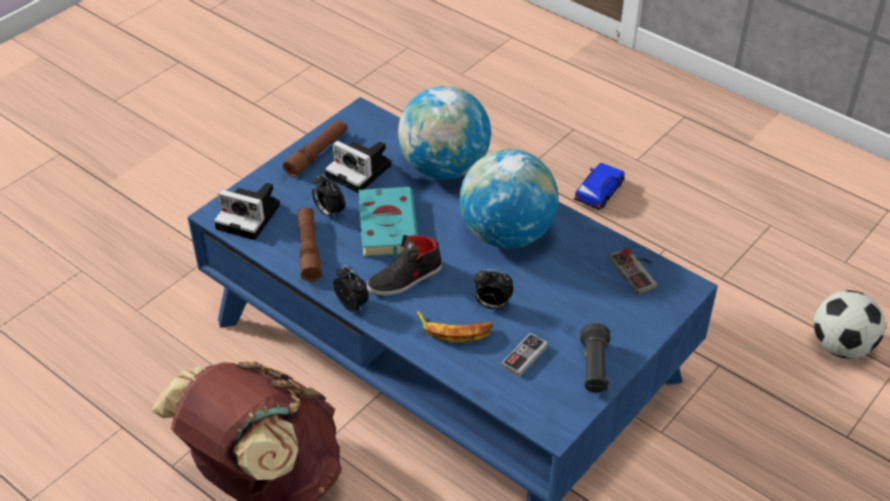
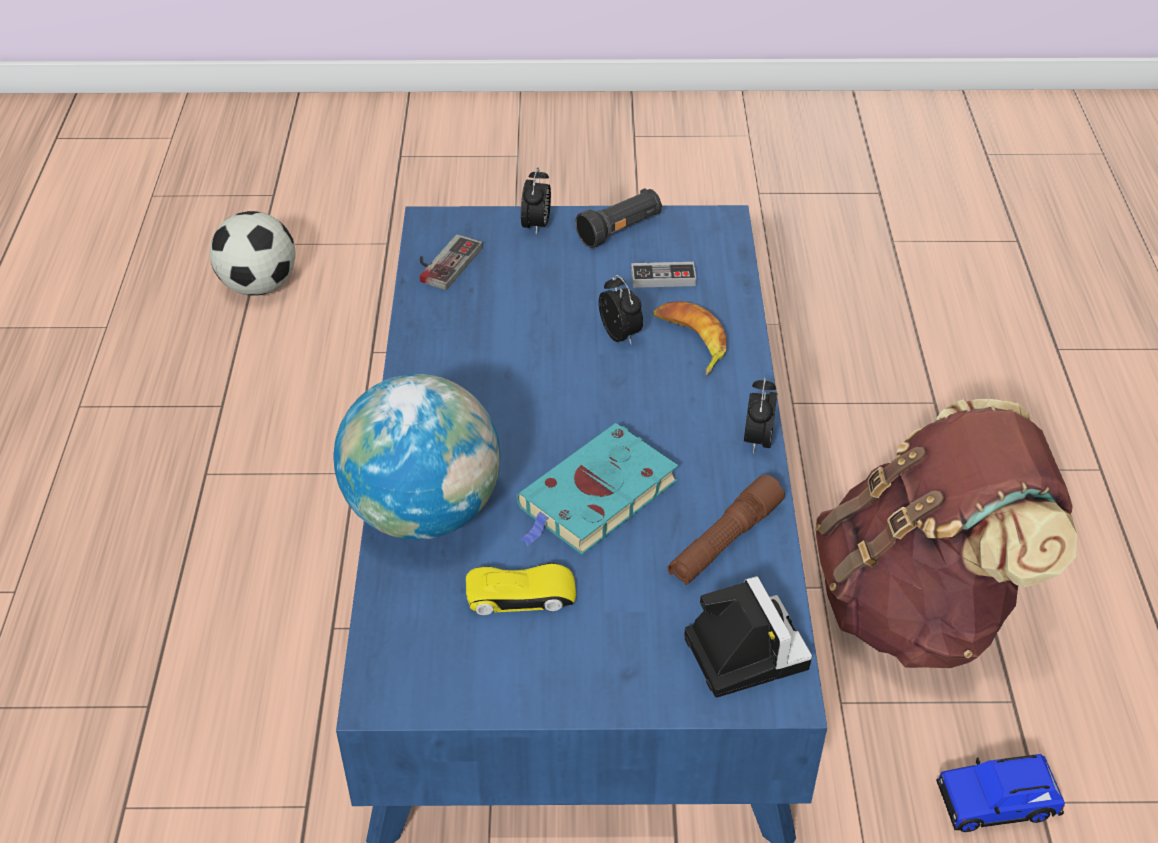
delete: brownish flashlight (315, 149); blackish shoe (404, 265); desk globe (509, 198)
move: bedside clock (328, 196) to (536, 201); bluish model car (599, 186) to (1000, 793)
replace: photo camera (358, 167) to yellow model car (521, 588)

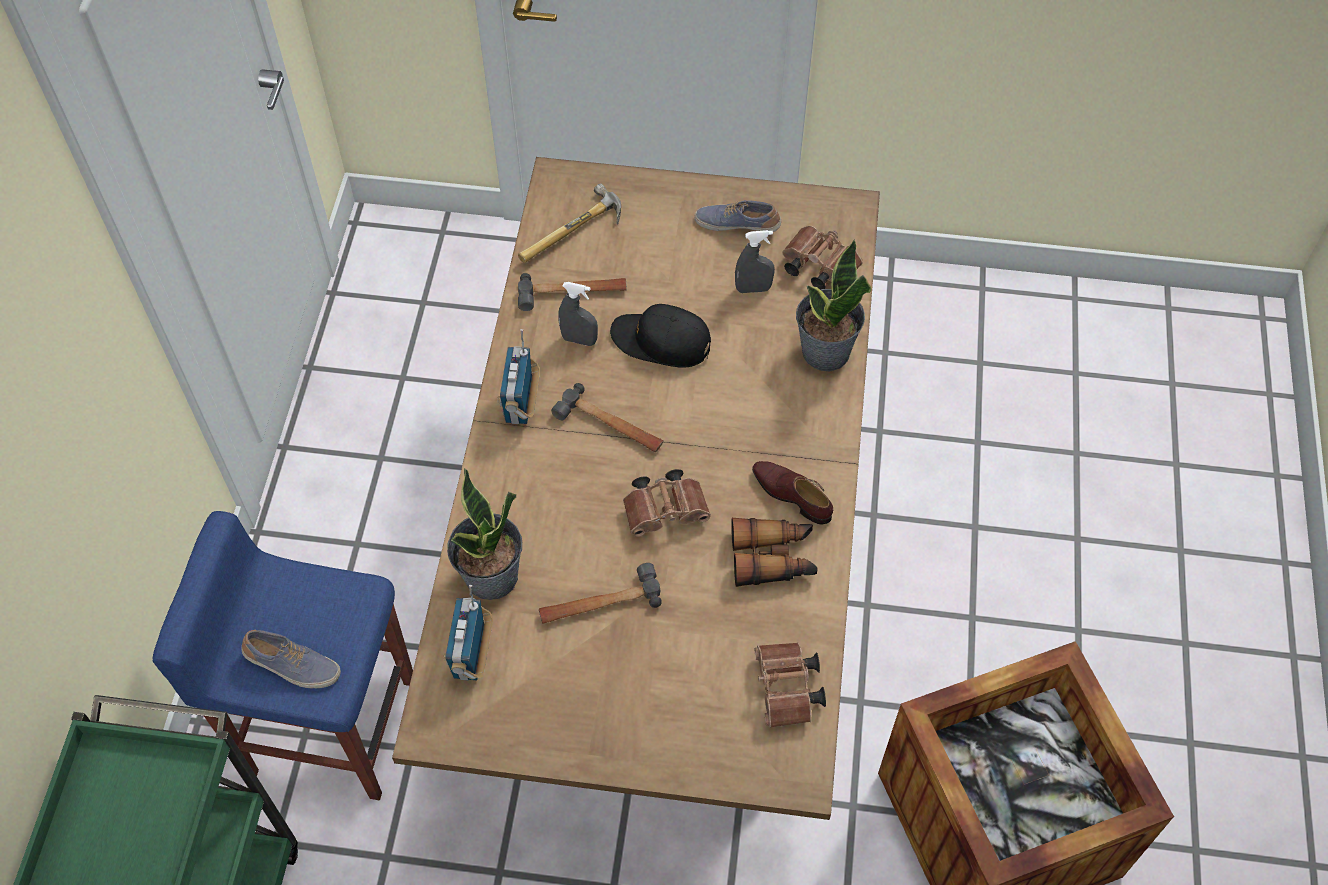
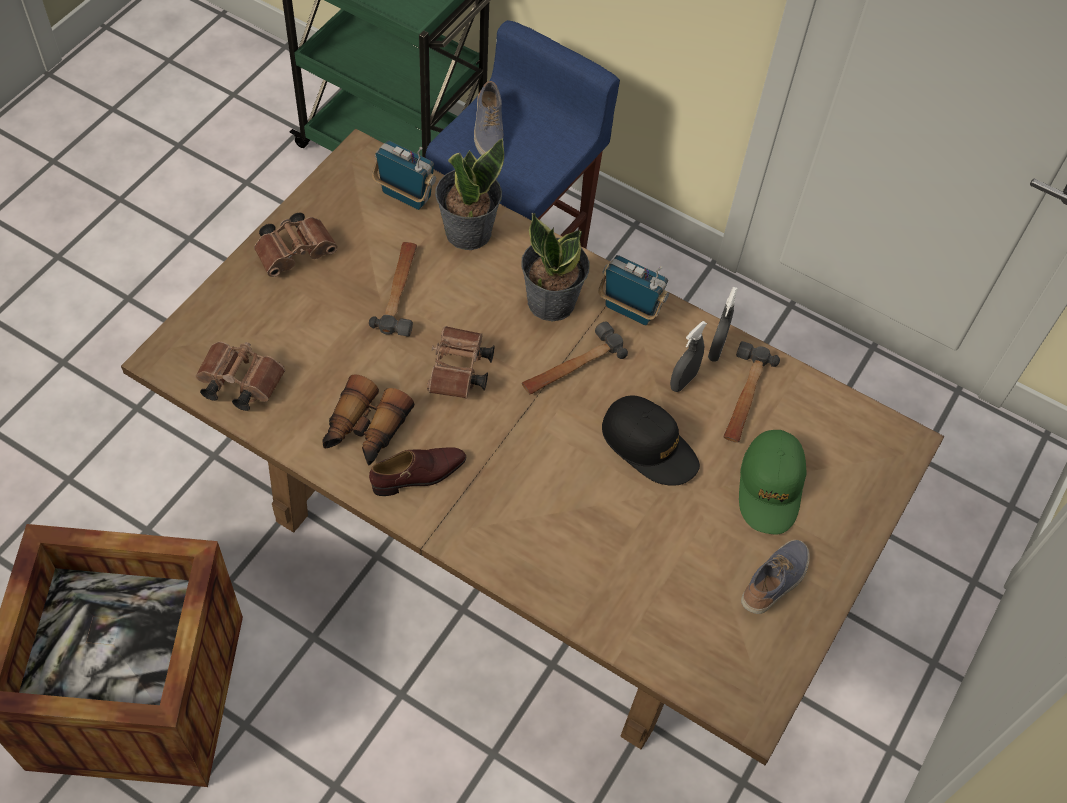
delete: tool hammer (569, 223)
insert: green-coloured baseball cap (773, 482)
move: brownish pair of binoculars (822, 257) to (296, 244); potted plant (833, 305) to (555, 267); greyish spray bottle (755, 261) to (723, 324)
rotate: shoe (291, 659) = (489, 118) 45 degrees counterclockwise; blackish baseball cap (660, 336) = (651, 440) 90 degrees clockwise

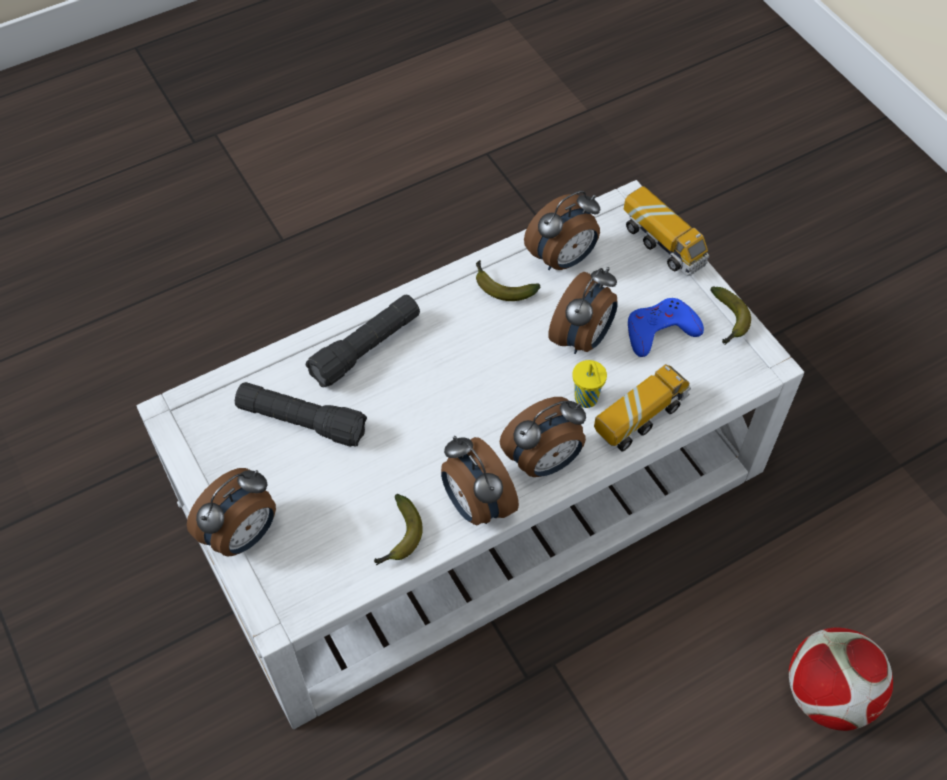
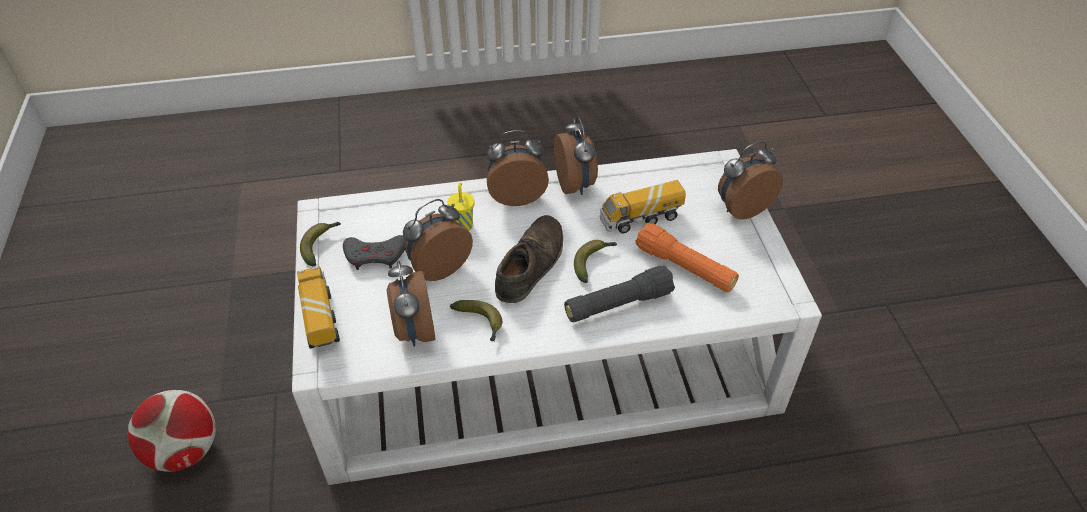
insert: brownish shoe (529, 259)
move: football (841, 679) to (172, 431); whole banana (398, 529) to (595, 261); model truck (642, 407) to (643, 206)
recolor: bluish game controller (666, 327) to greyish game controller (374, 252); blackish flashlight (301, 414) to orangey flashlight (687, 257)
rotate: bedside clock (562, 230) = (410, 303) 90 degrees counterclockwise

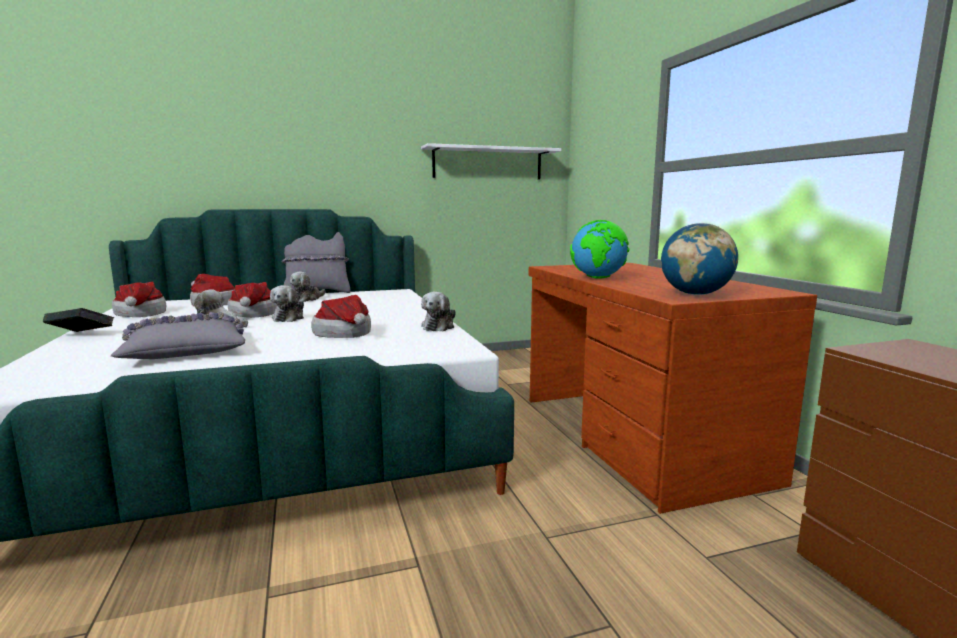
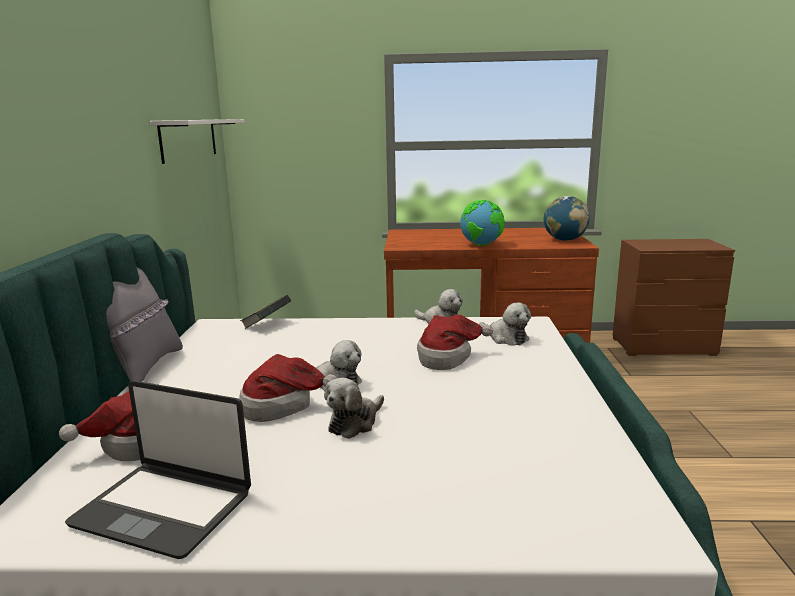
delete: greyish throw pillow (178, 335)
move: book (78, 320) to (265, 312); plush toy (307, 286) to (505, 324)
replace: hat (139, 299) to notebook computer (158, 470)

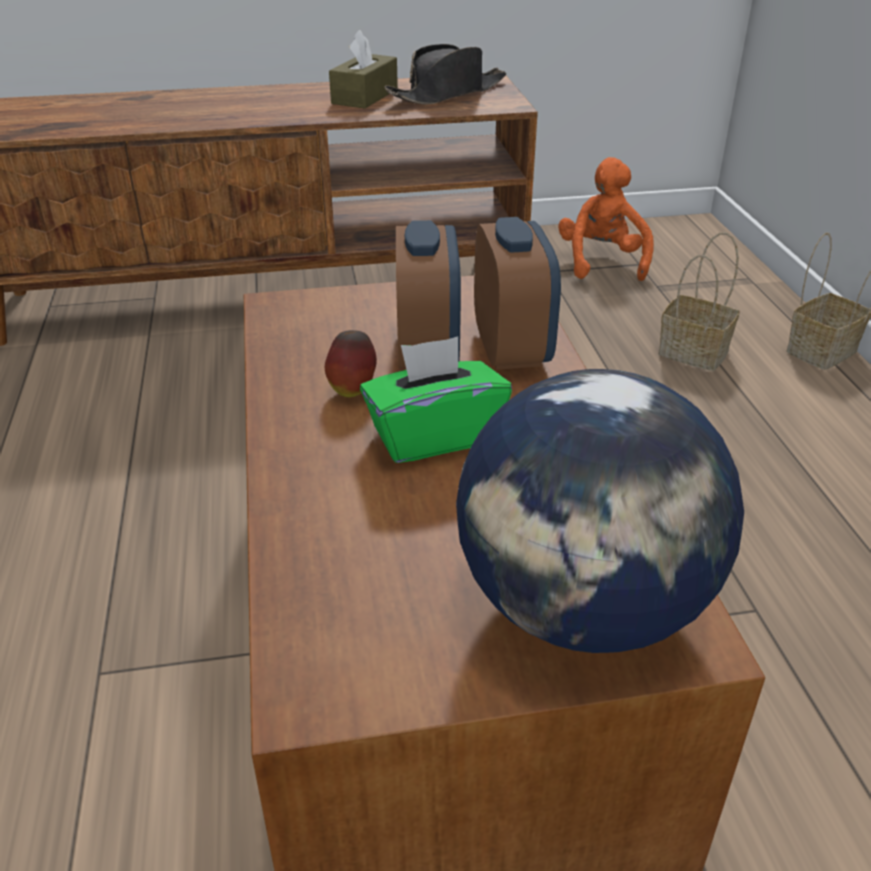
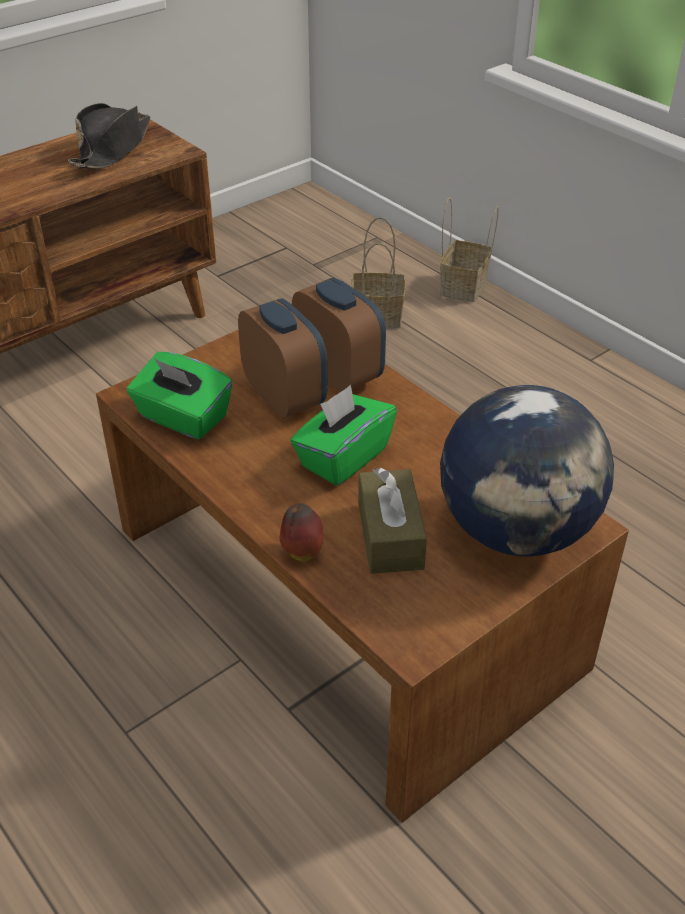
delete: orangey plush toy (606, 219)
insert: green-coloured tissue holder (180, 395)
move: apple (351, 363) to (301, 532); brownish tissue holder (363, 69) to (392, 520)

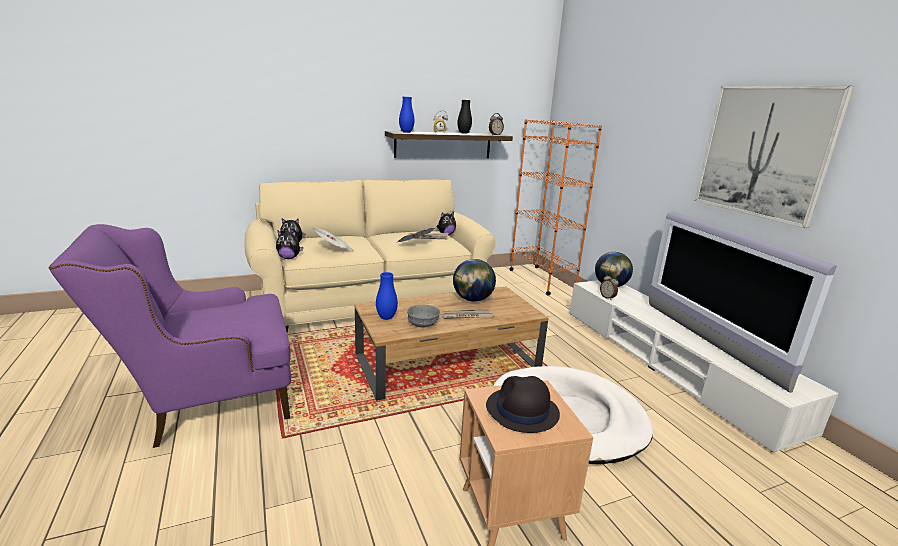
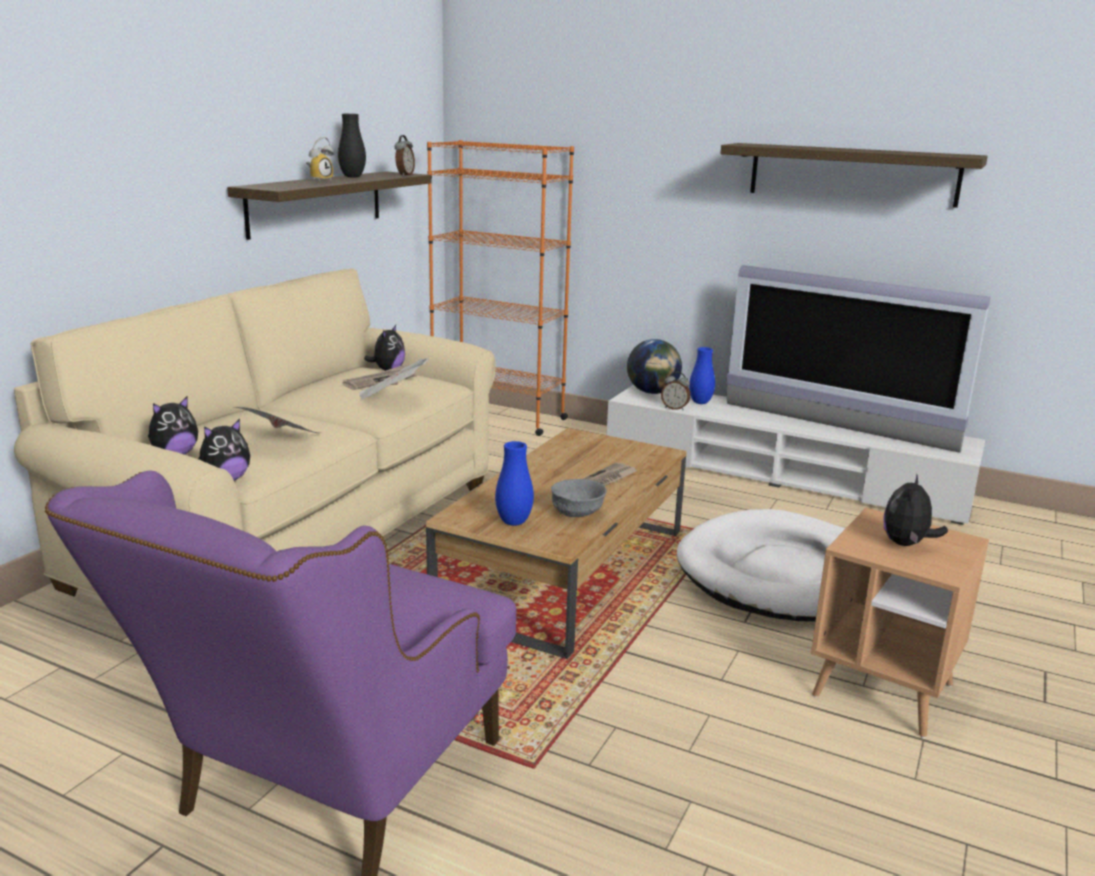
delete: desk globe (474, 280)
move: bluish vase (407, 115) to (702, 375)
replace: wall art (774, 157) to shelf (854, 175); blackish hat (523, 404) to plush toy (916, 509)

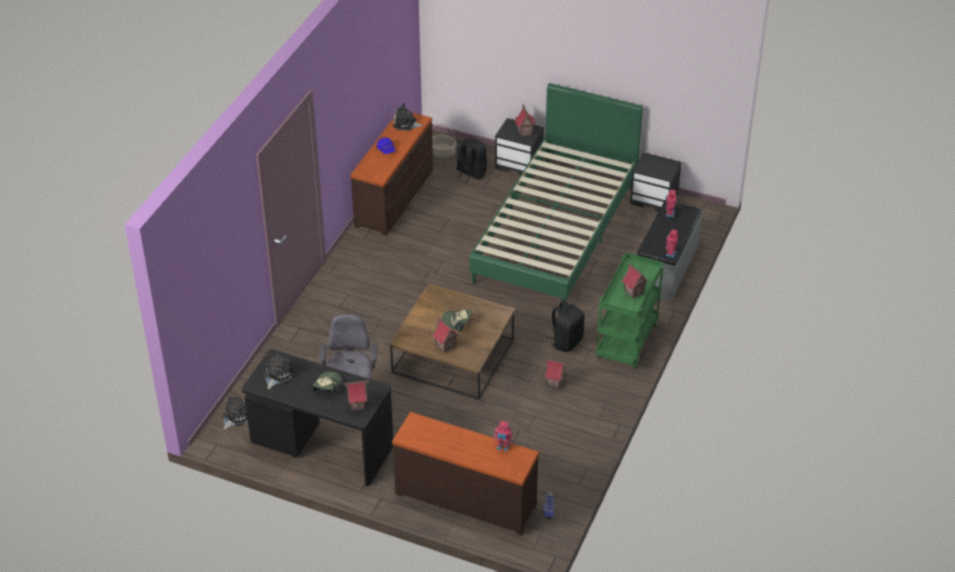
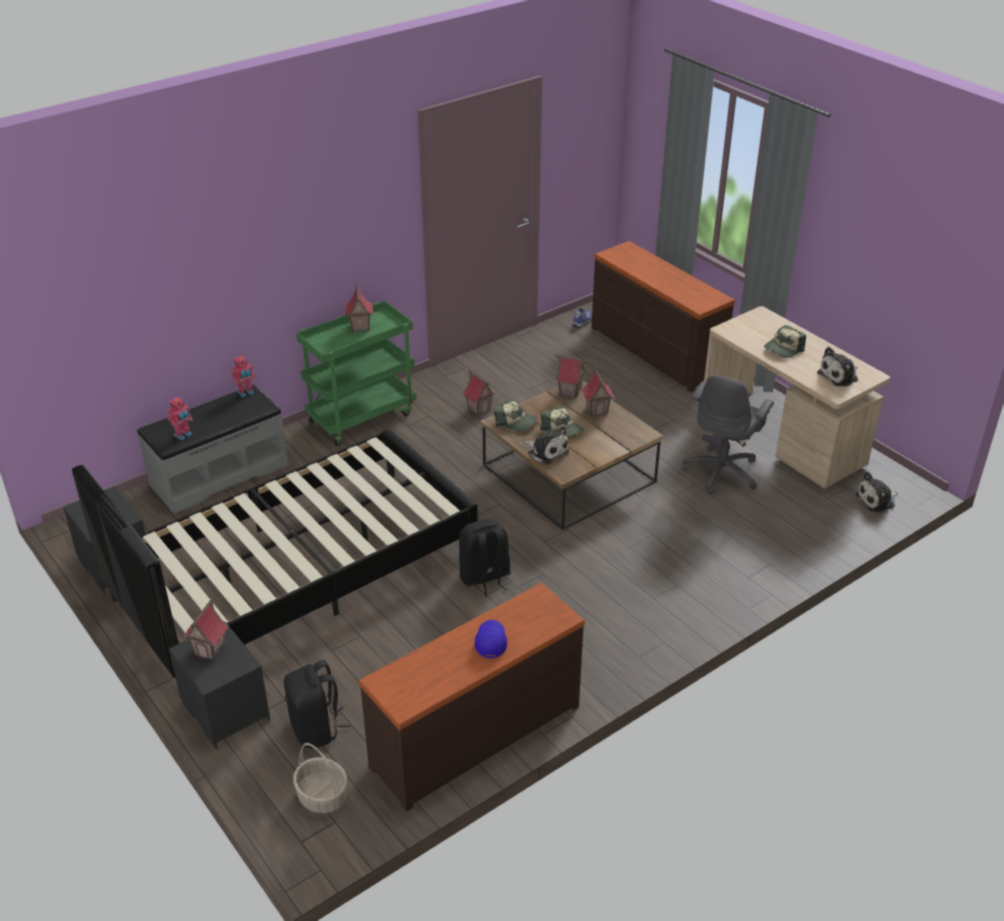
delete: toy robot (503, 436)
insert: baseball cap (516, 415)
move: blackish knapsack (566, 326) to (485, 558); plush toy (408, 117) to (547, 445); toy house (356, 396) to (571, 376)
recolor: green-coloured bed (556, 196) to blackish bed (275, 555); blackish desk unit (317, 417) to beige-coloured desk unit (797, 397)

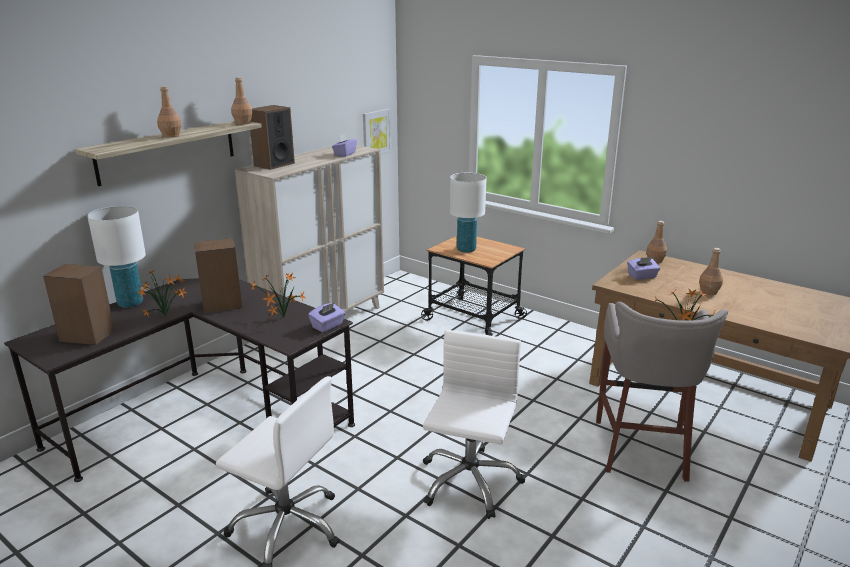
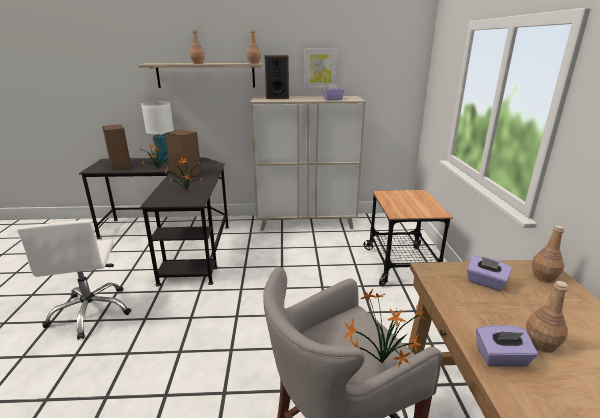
delete: white computer chair (474, 424); white lamp for a table (468, 213)
move: wall art (377, 132) to (321, 68); purplish tissue holder (326, 317) to (507, 346)

